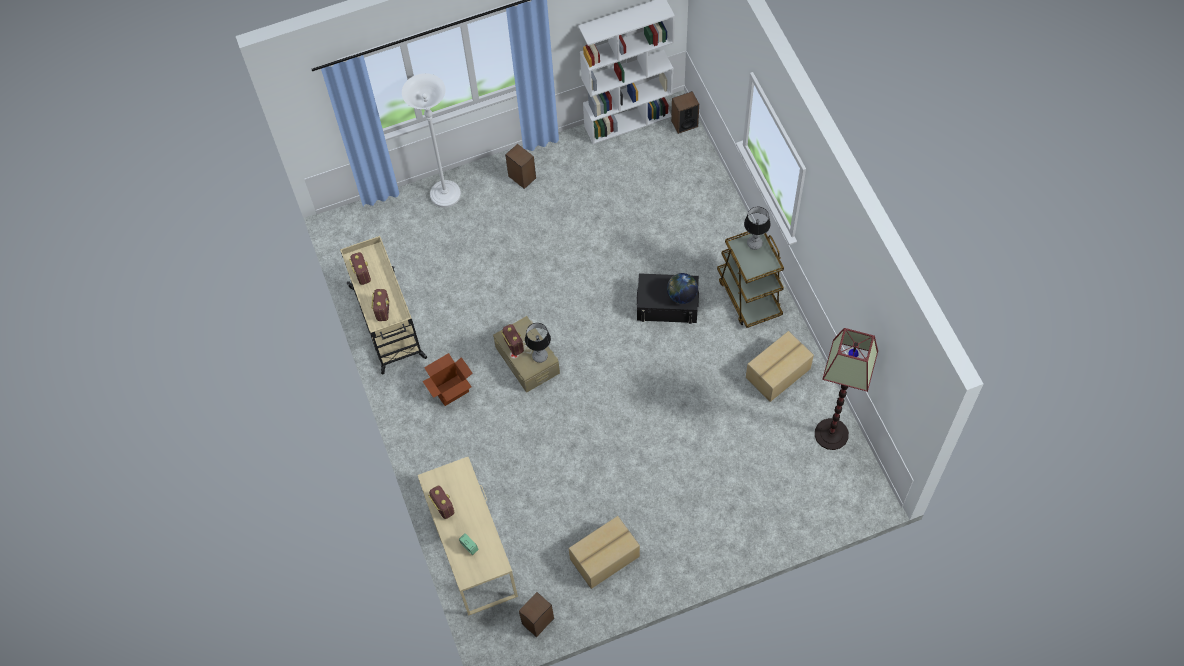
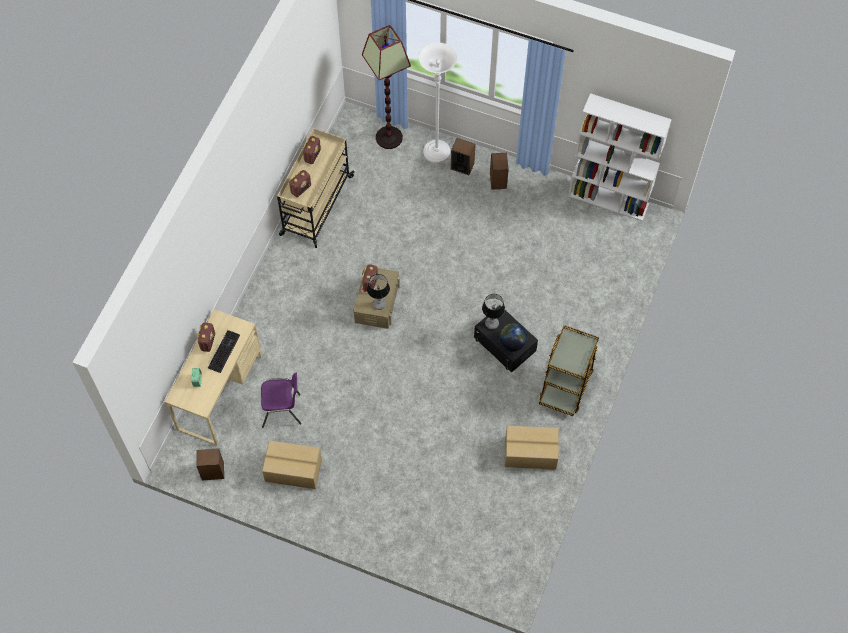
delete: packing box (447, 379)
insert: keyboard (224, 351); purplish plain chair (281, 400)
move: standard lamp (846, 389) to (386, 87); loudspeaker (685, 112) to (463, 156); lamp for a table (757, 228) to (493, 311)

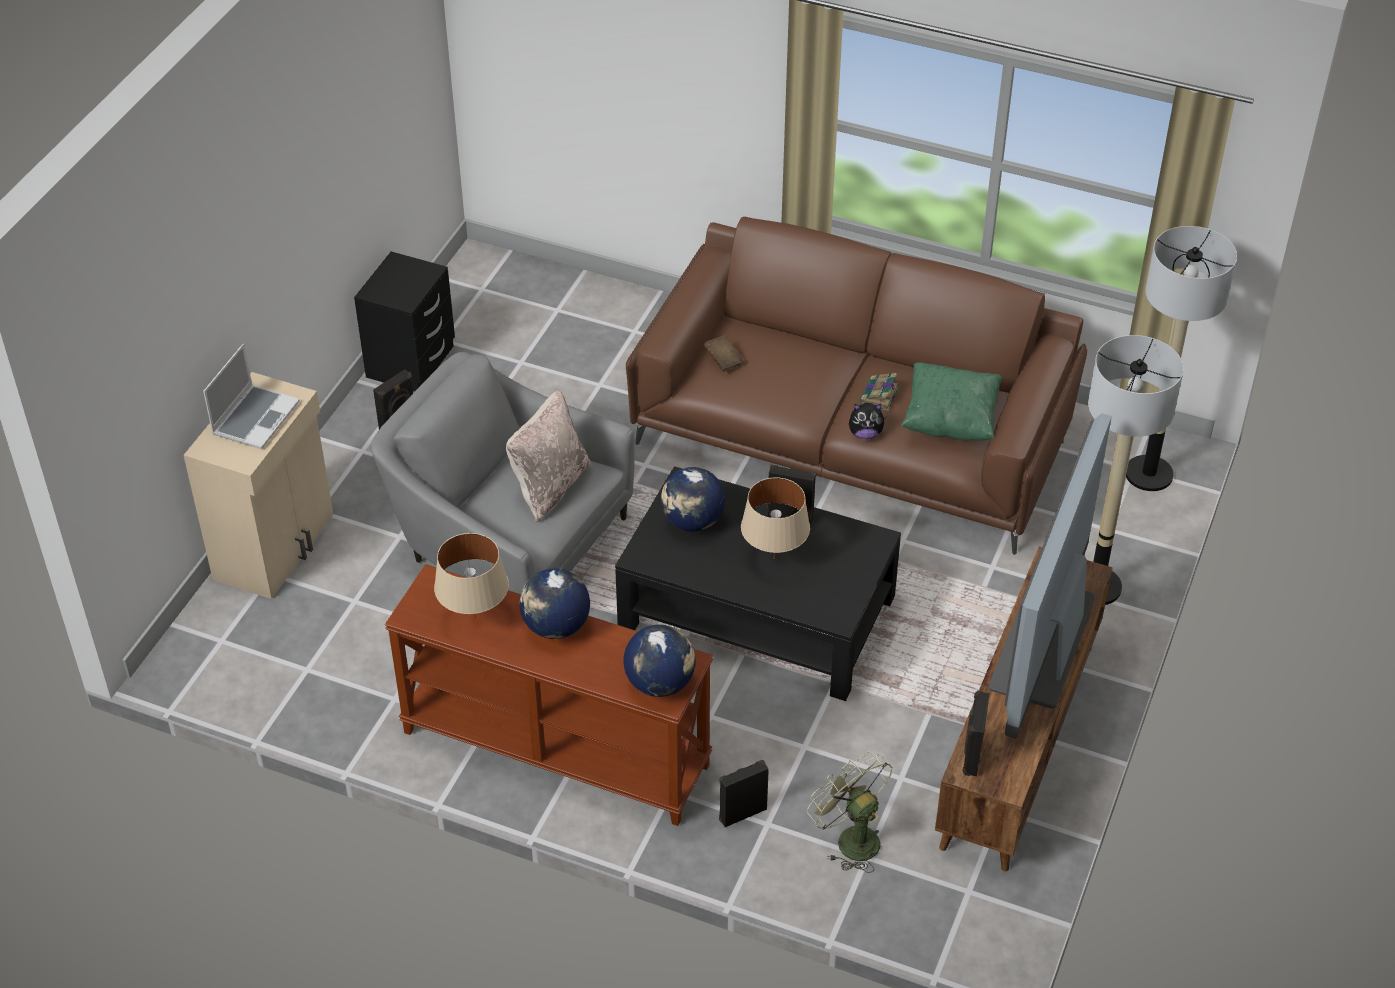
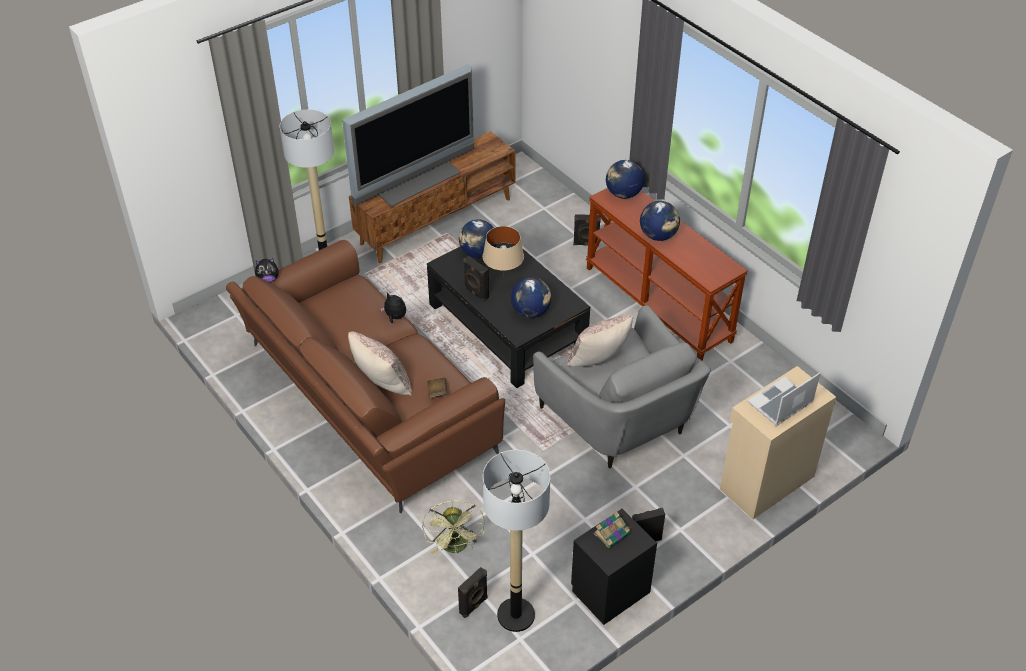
delete: beige-coloured lamp for a table (471, 576); green-coloured throw pillow (951, 401)
insert: plush toy (267, 270); beige-coloured throw pillow (380, 364); desk globe (478, 238)
move: green-coloured electric fan (850, 812) to (453, 527); blackish loudspeaker (976, 733) to (473, 592); standard lamp (1181, 358) to (516, 541); book (879, 392) to (612, 530)

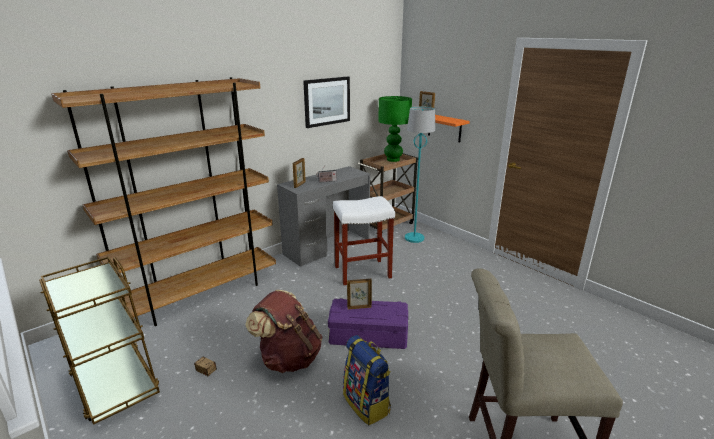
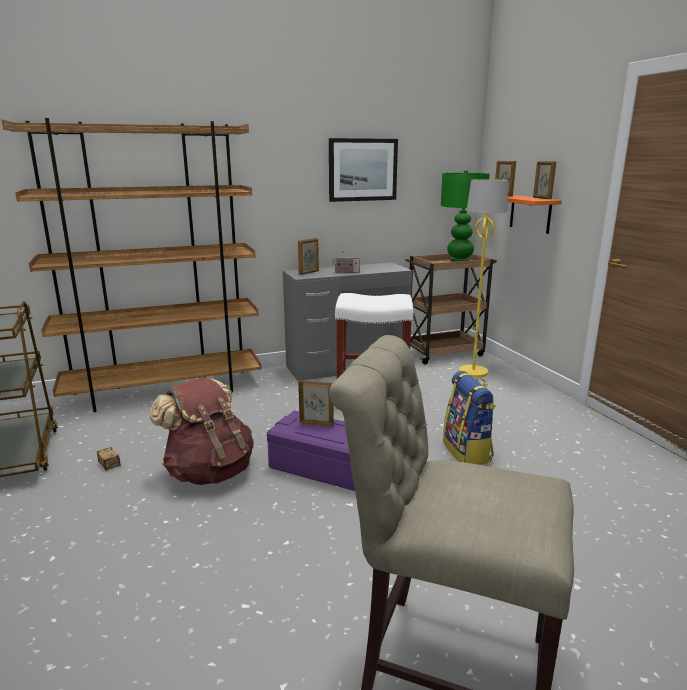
insert: standing frame (544, 180)
move: knapsack (367, 380) to (469, 418)
recolor: blue-green standard lamp (420, 174) to yellow standard lamp (483, 278)

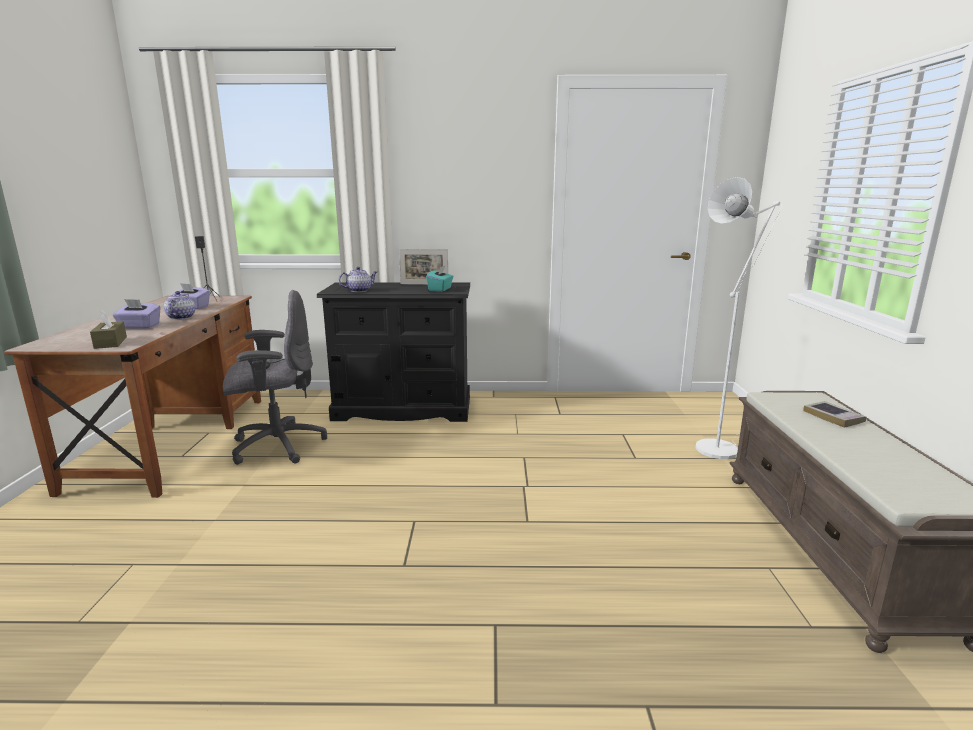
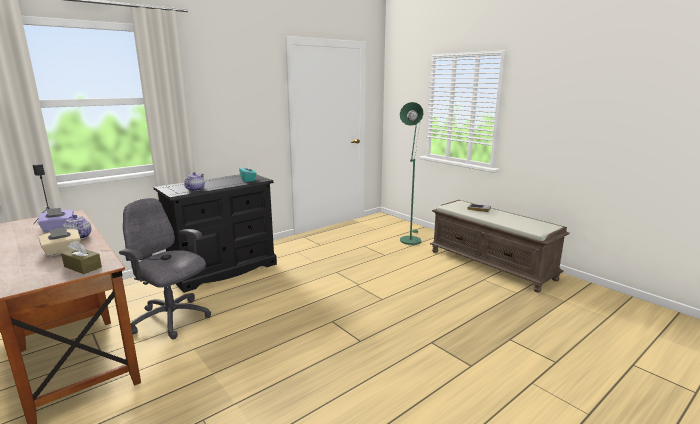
delete: standing frame (423, 267)
recolor: purplish tissue holder (137, 314) to beige-coloured tissue holder (59, 242); white standard lamp (739, 318) to green-coloured standard lamp (411, 173)
rotate: greyish computer chair (275, 377) = (165, 268) 90 degrees counterclockwise

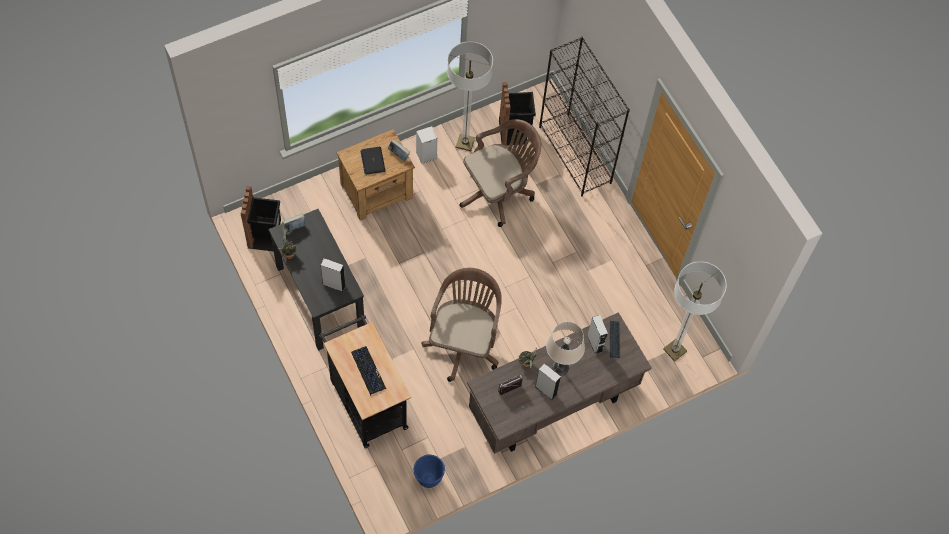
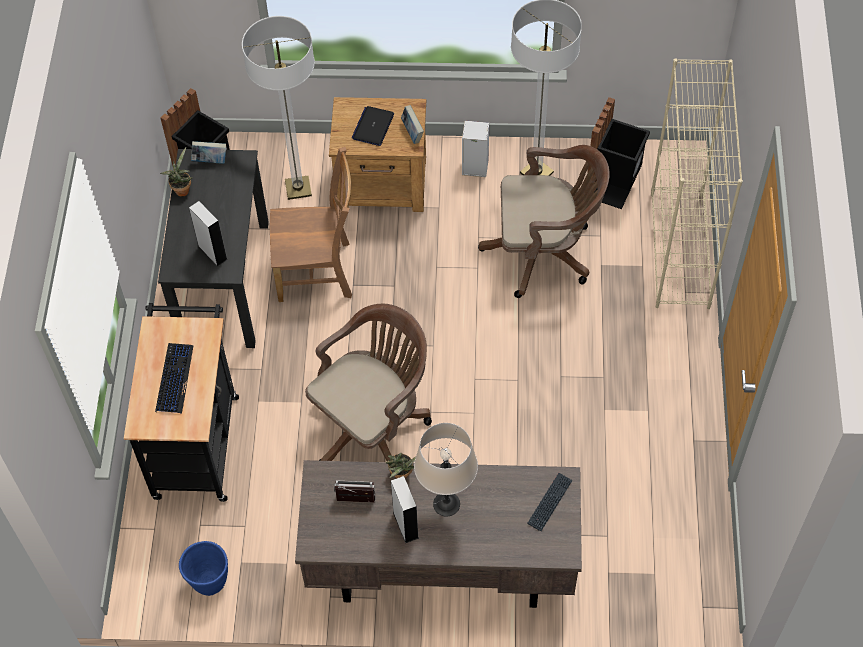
delete: greyish loudspeaker (597, 334)
insert: brownish plain chair (311, 224)
move: standard lamp (695, 311) to (278, 108)
recolor: blackish shelving unit (584, 116) to beige-coloured shelving unit (697, 184)

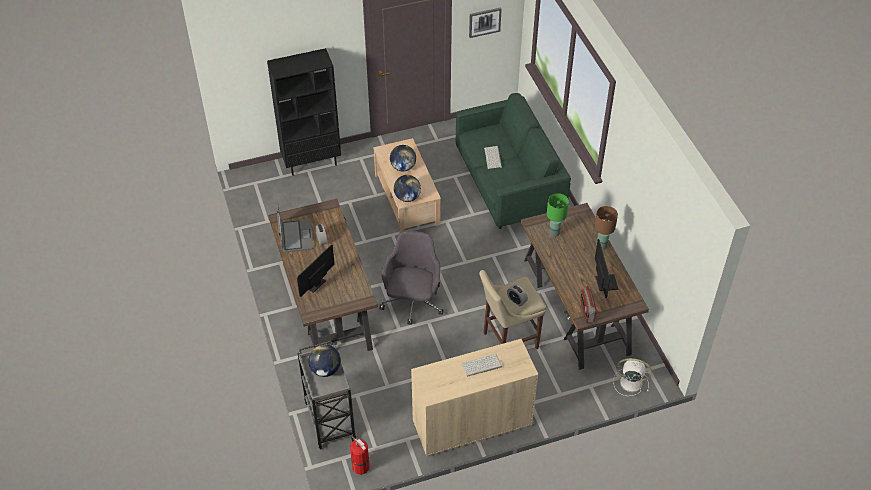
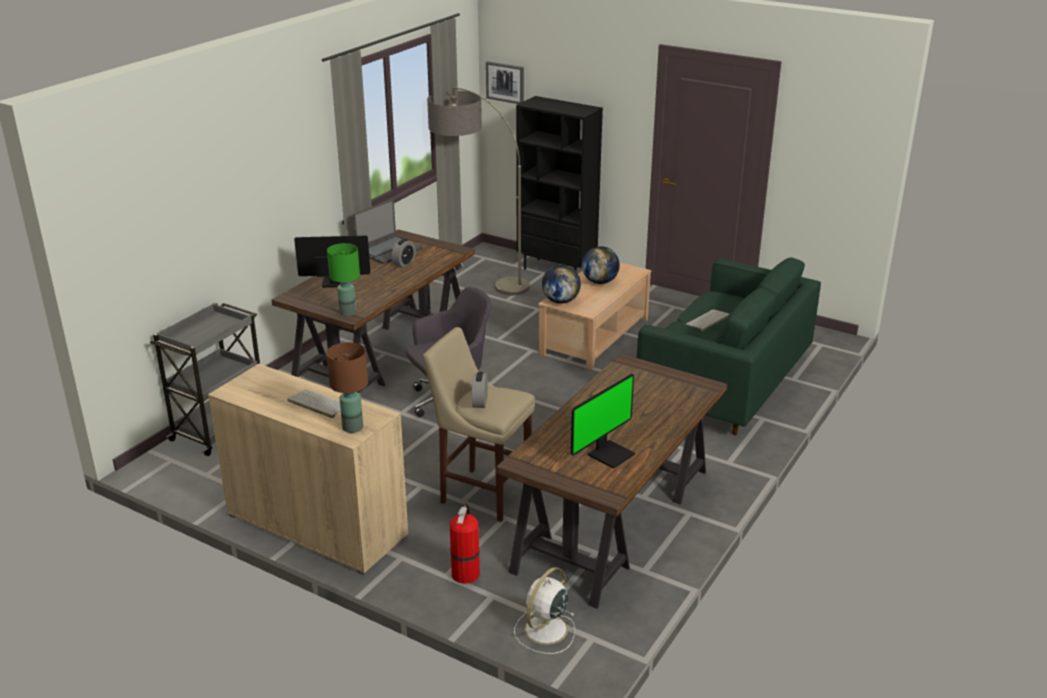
delete: desk globe (324, 361); radio set (588, 304)
insert: standard lamp (478, 191)
move: brownish lamp for a table (606, 228) to (347, 387); green-coloured lamp for a table (558, 215) to (343, 279); fire-fighting cylinder (360, 455) to (465, 543); wall art (485, 22) to (505, 82)
rotate: white electric fan (632, 377) = (544, 610) 120 degrees counterclockwise

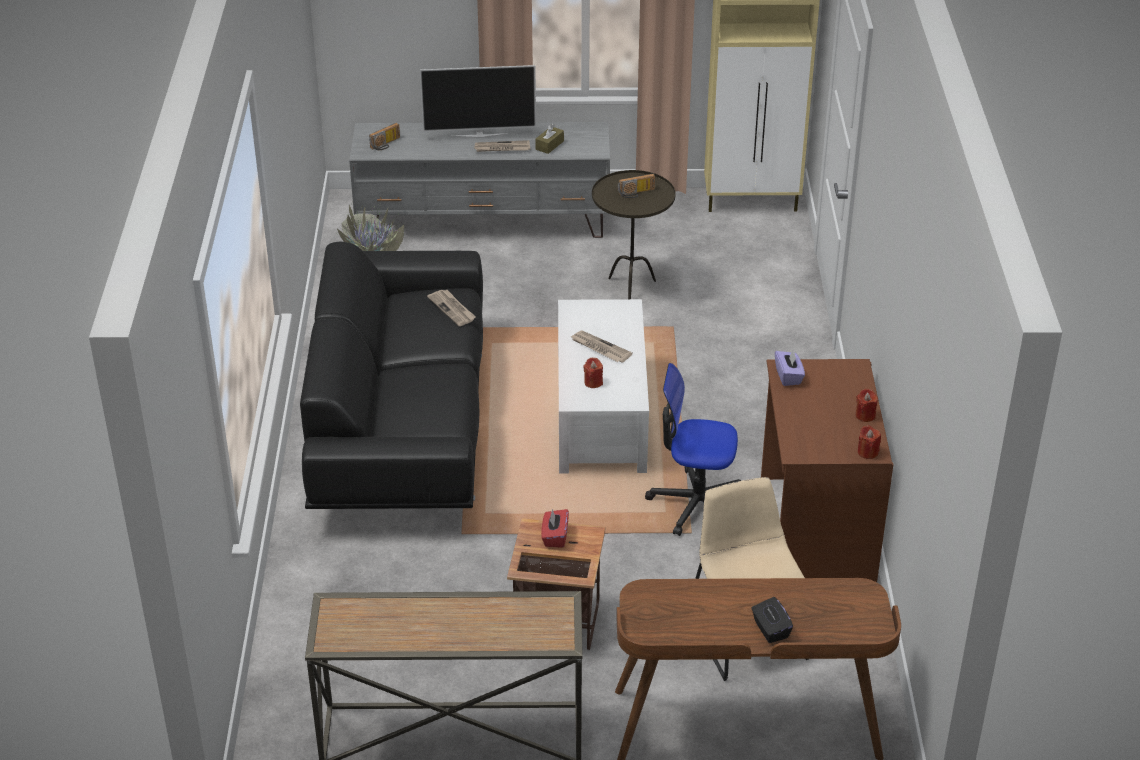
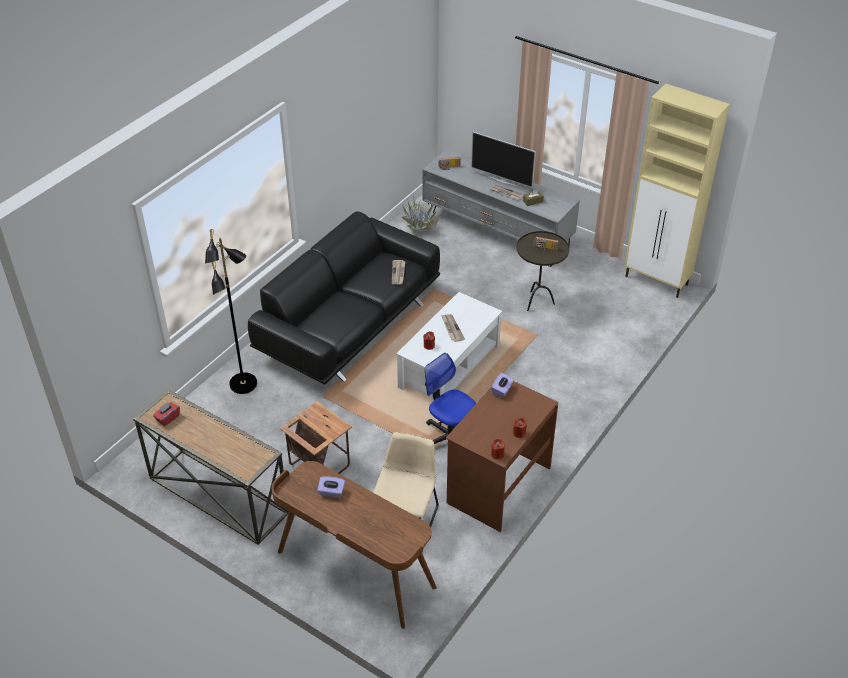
delete: blackish tissue holder (772, 620)
insert: blackish standard lamp (231, 311); purplish tissue holder (331, 487)
move: reddish tissue holder (555, 528) to (166, 414)

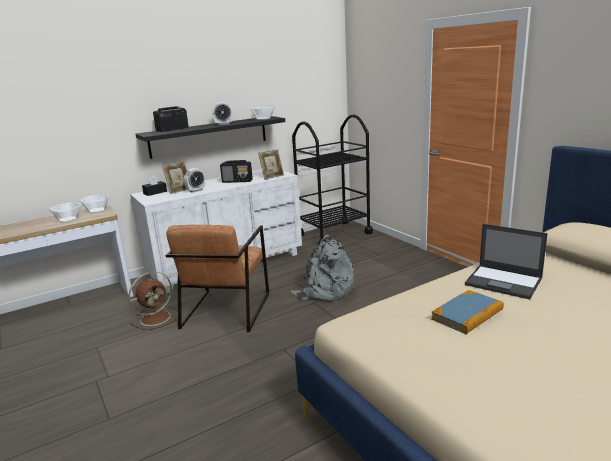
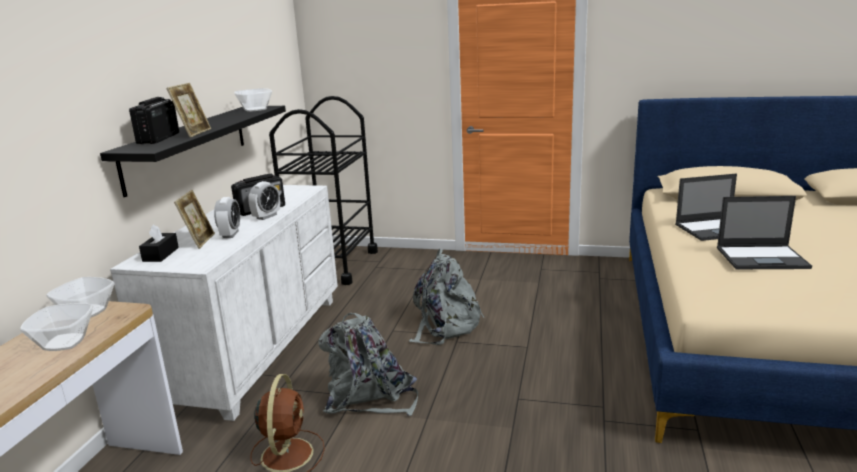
move: standing frame (271, 164) to (188, 110); bedside clock (223, 113) to (264, 200)
replace: brownish armchair (217, 278) to greyish knapsack (368, 364); book (467, 312) to notebook computer (764, 232)

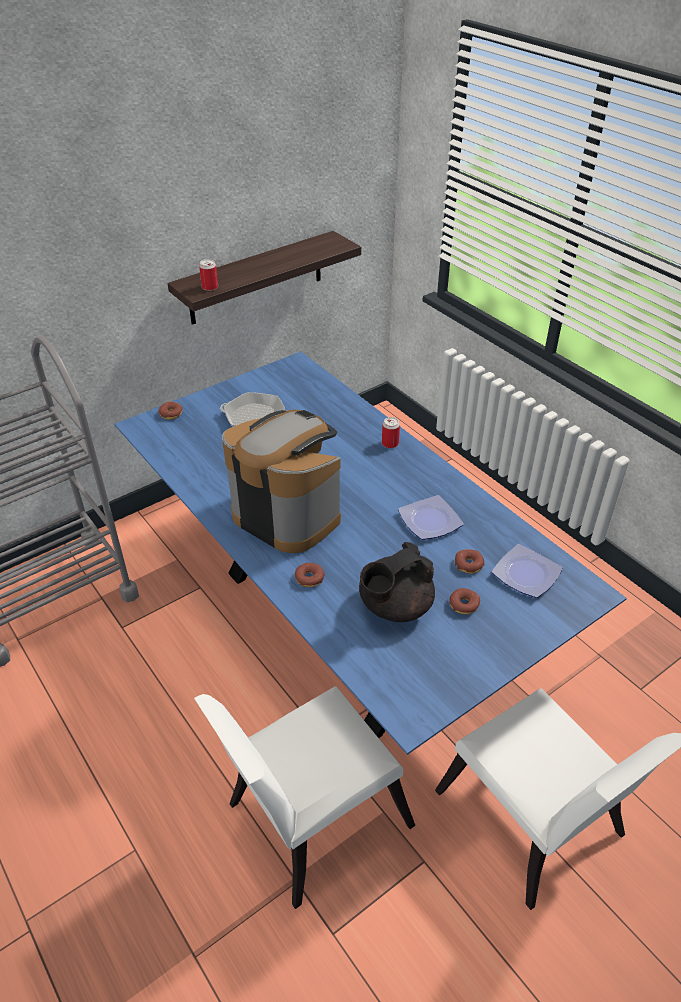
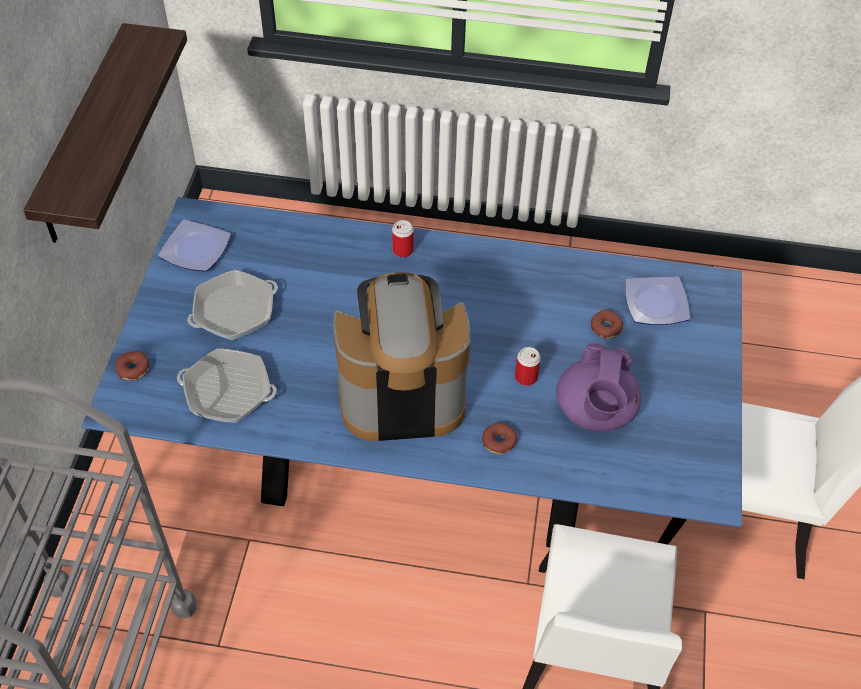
delete: donut (465, 601)
insert: pan (227, 385)
move: plate (431, 517) to (194, 246); sealed can (208, 275) to (528, 366)
recolor: blackish teapot (397, 582) to purplish teapot (598, 387)

